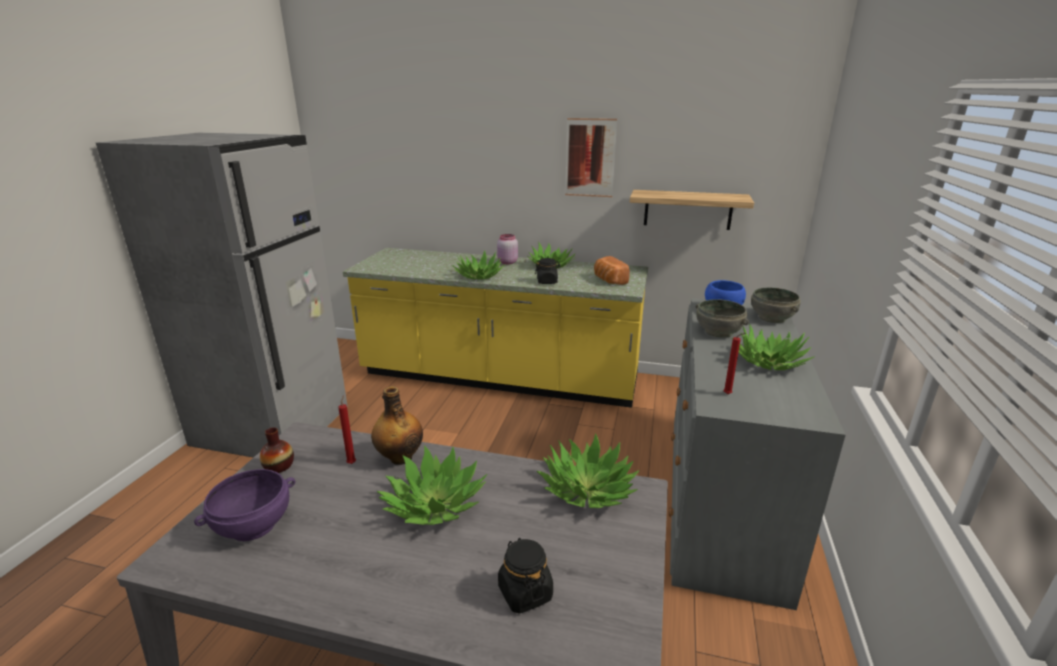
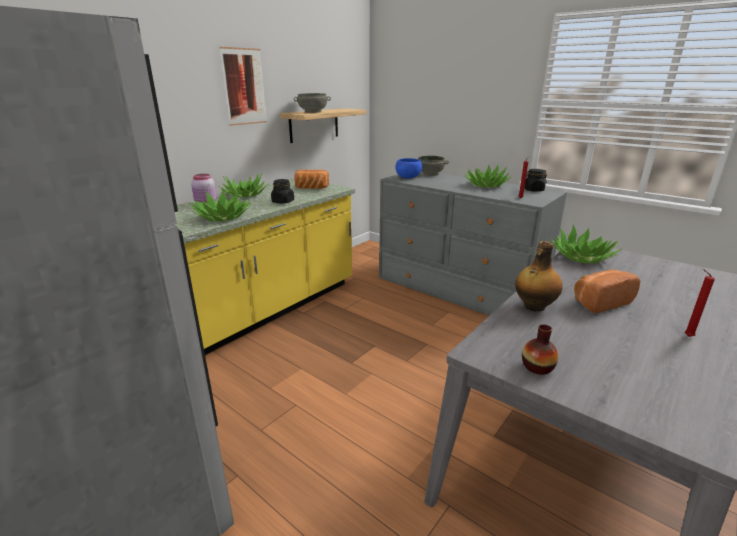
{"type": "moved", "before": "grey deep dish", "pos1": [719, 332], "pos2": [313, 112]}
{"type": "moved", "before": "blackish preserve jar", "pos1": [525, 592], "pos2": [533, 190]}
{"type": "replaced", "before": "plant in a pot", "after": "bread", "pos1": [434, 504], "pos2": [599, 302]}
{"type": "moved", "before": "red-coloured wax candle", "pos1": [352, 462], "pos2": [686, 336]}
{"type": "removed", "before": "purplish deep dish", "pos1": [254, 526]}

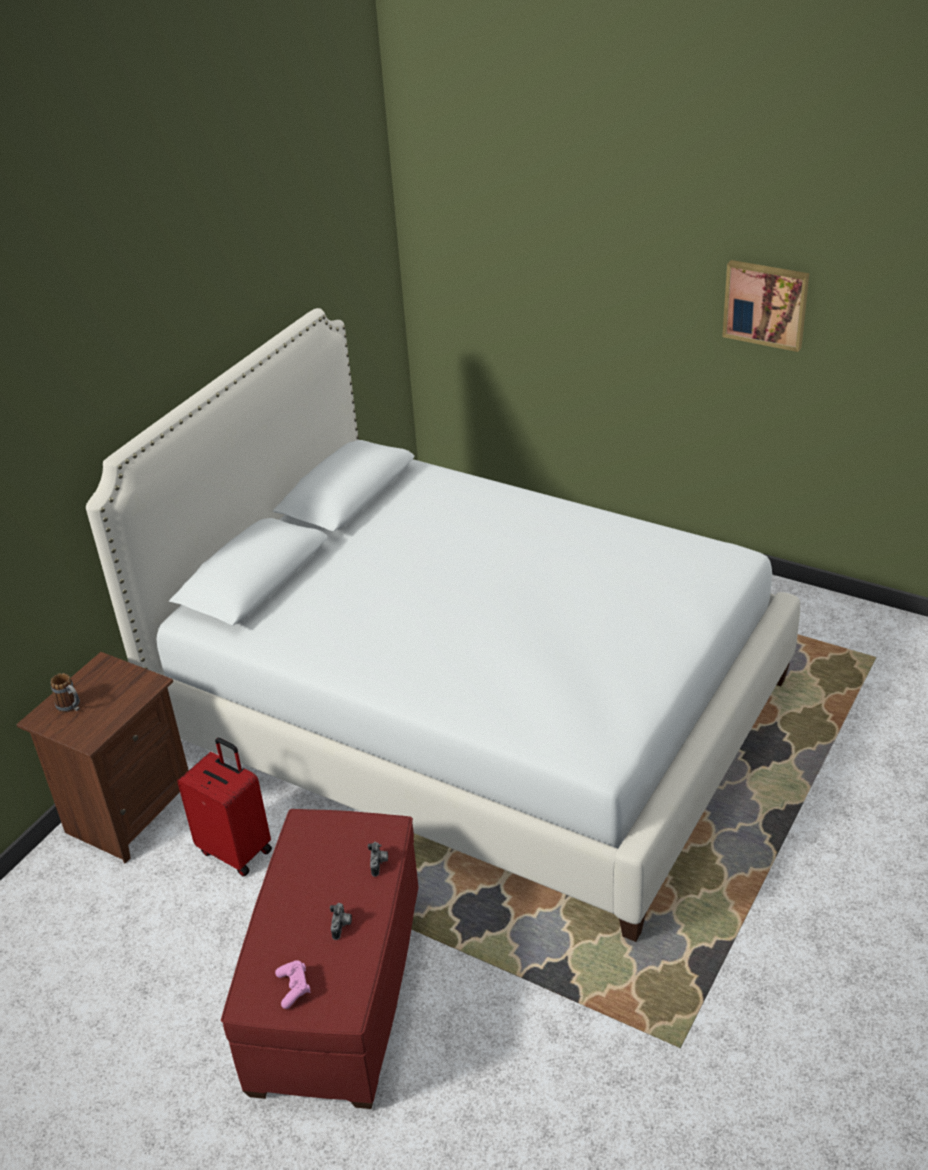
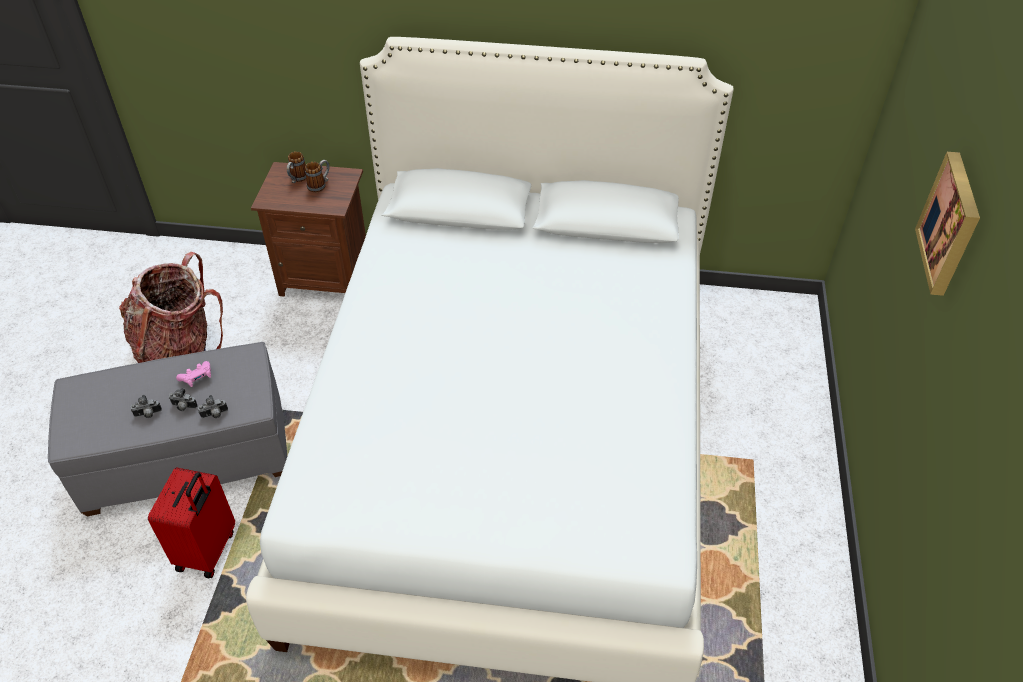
{"type": "recoloured", "before": "red-coloured pouffe", "after": "grey pouffe", "pos1": [338, 991], "pos2": [188, 458]}
{"type": "added", "after": "rucksack", "pos2": [180, 349]}
{"type": "moved", "before": "red-coloured travel case", "pos1": [237, 850], "pos2": [208, 550]}
{"type": "added", "after": "photo camera", "pos2": [183, 407]}
{"type": "moved", "before": "pink-coloured game controller", "pos1": [294, 988], "pos2": [197, 378]}
{"type": "added", "after": "mug", "pos2": [320, 185]}
{"type": "moved", "before": "picture", "pos1": [766, 304], "pos2": [951, 224]}

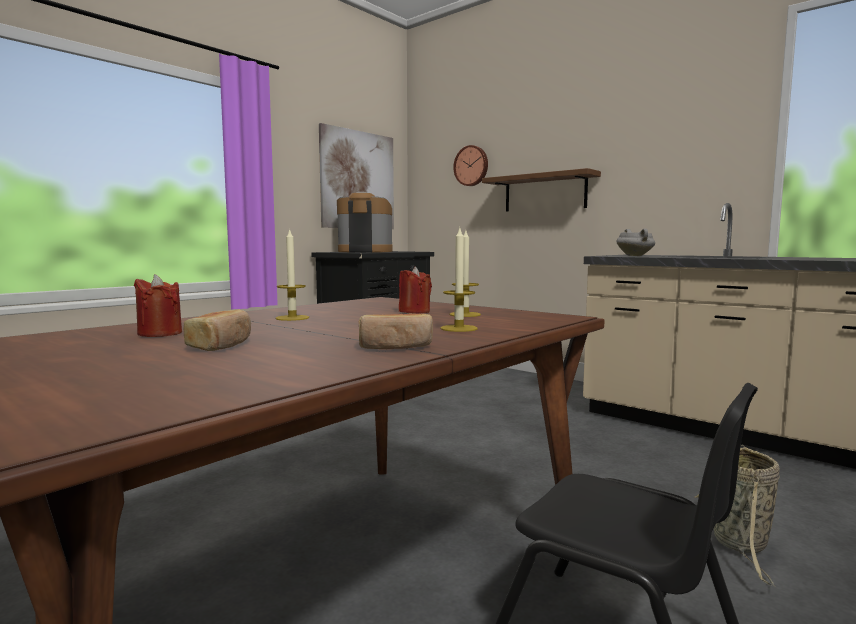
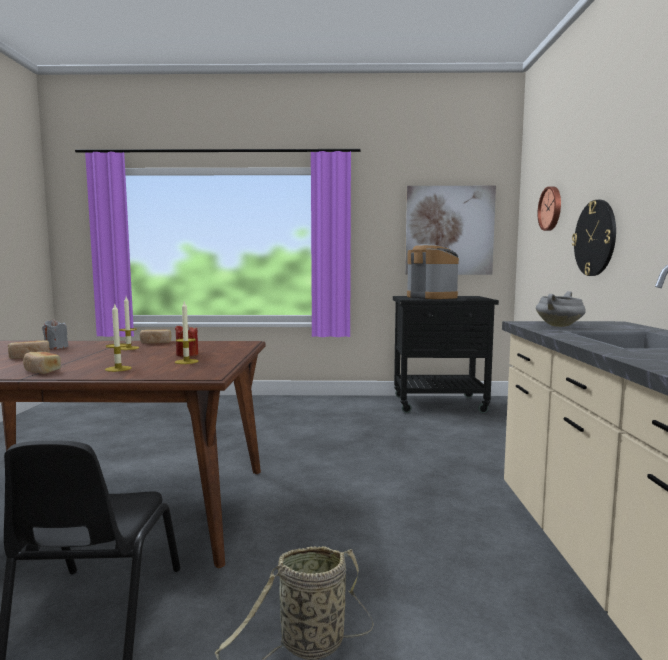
{"type": "recoloured", "before": "red-coloured wax candle", "after": "grey wax candle", "pos1": [160, 333], "pos2": [56, 347]}
{"type": "added", "after": "bread", "pos2": [156, 342]}
{"type": "replaced", "before": "brown wall shelf", "after": "hanging clock", "pos1": [545, 193], "pos2": [595, 238]}

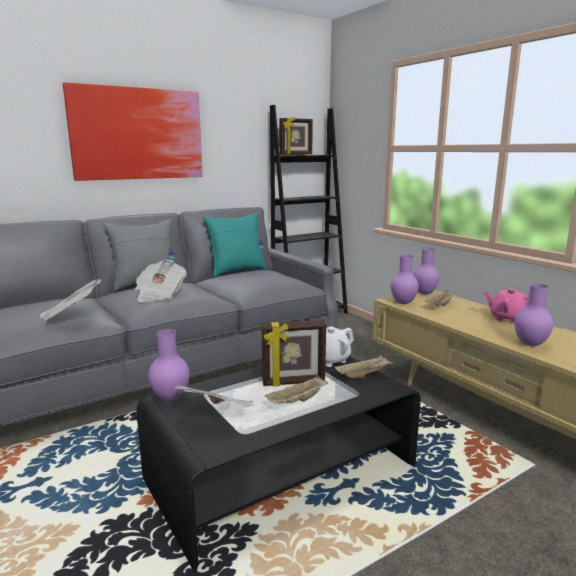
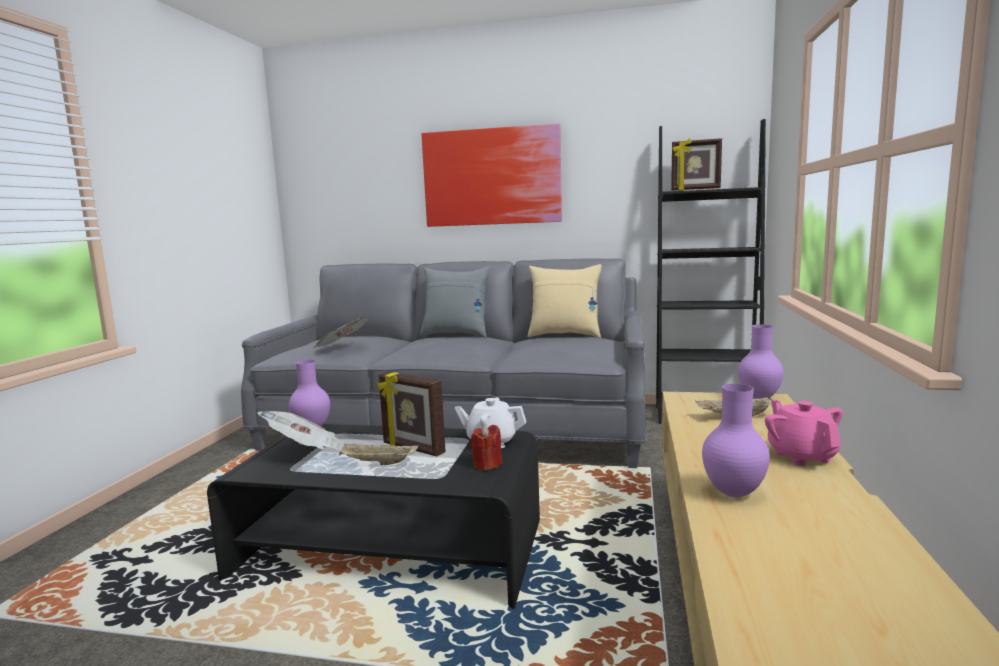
{"type": "replaced", "before": "beige carrying tray", "after": "red-coloured wax candle", "pos1": [364, 375], "pos2": [487, 464]}
{"type": "recoloured", "before": "turquoise-coloured throw pillow", "after": "beige throw pillow", "pos1": [236, 272], "pos2": [564, 335]}
{"type": "removed", "before": "newspaper", "pos1": [159, 295]}
{"type": "removed", "before": "purplish vase", "pos1": [403, 302]}

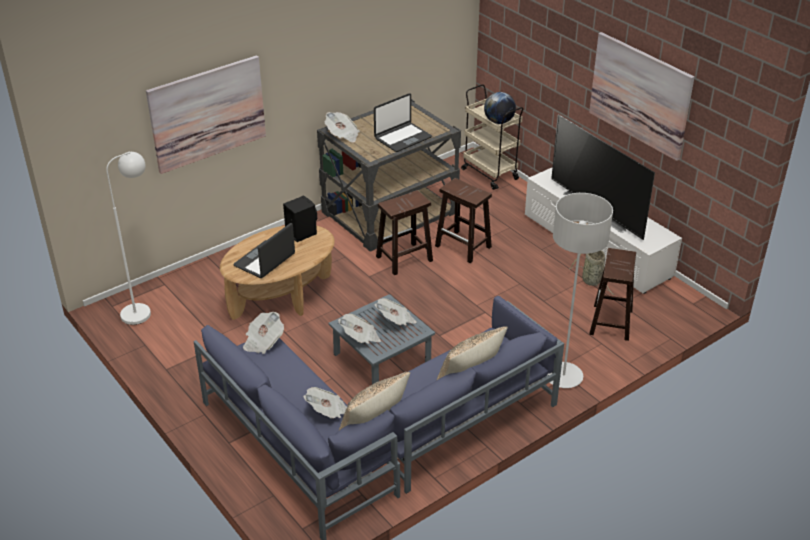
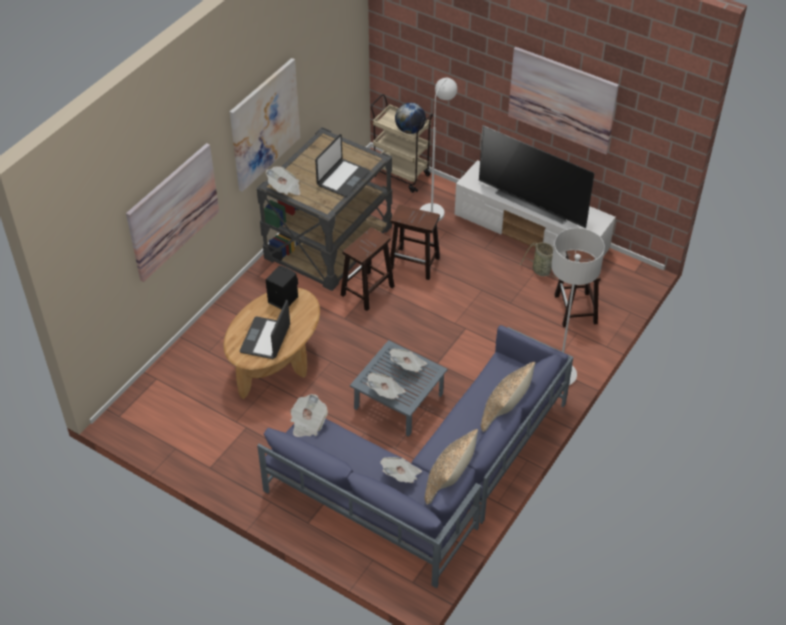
{"type": "added", "after": "picture", "pos2": [265, 124]}
{"type": "moved", "before": "white-coloured standing lamp", "pos1": [144, 311], "pos2": [435, 209]}

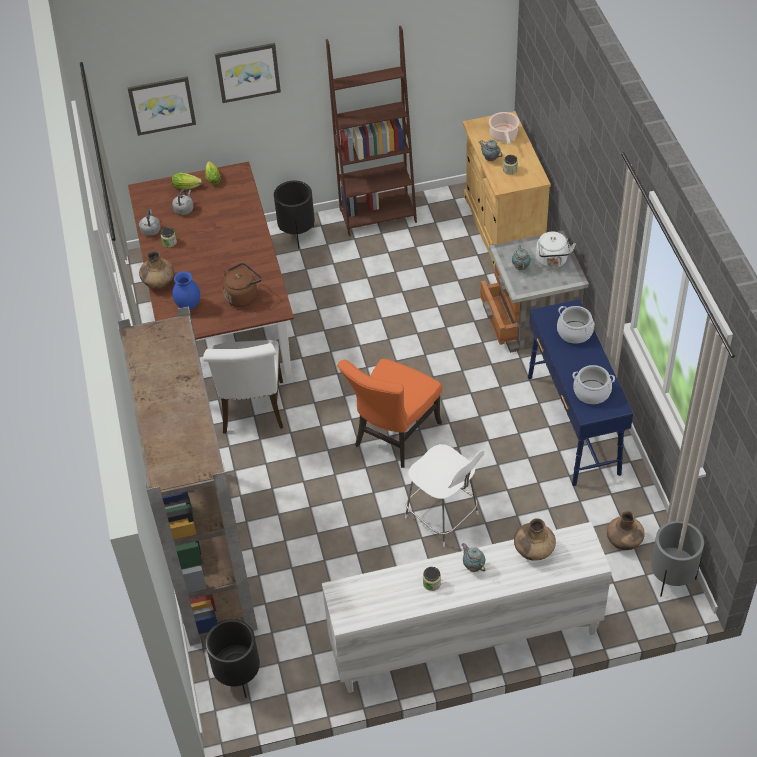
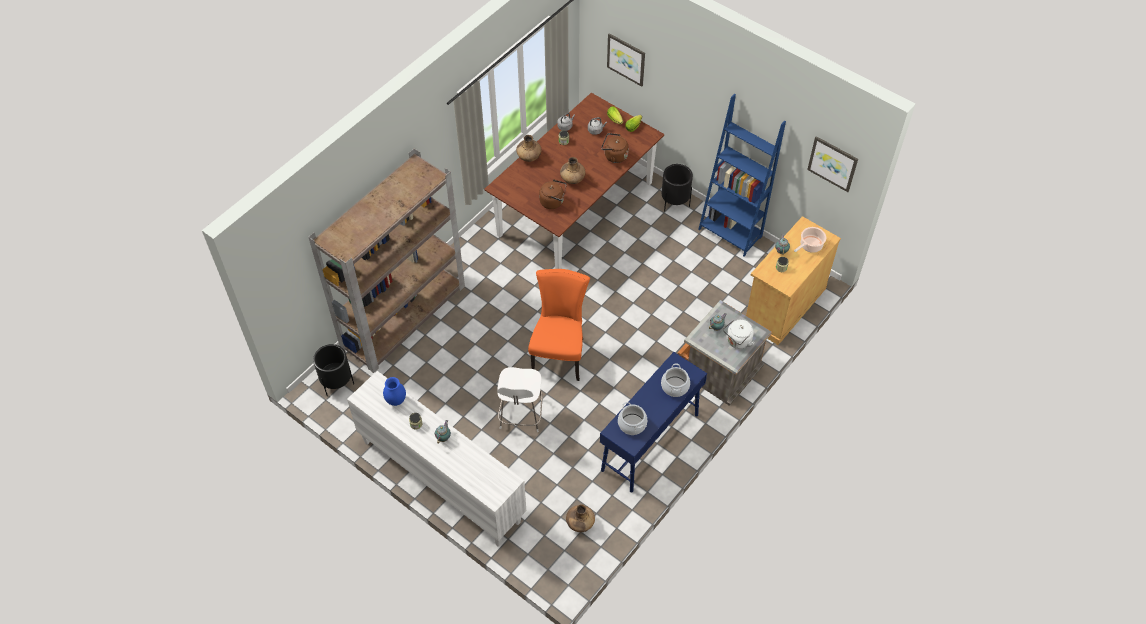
{"type": "moved", "before": "blue vase", "pos1": [189, 305], "pos2": [396, 400]}
{"type": "turned", "before": "orangey chair", "pos1": [393, 437], "pos2": [559, 353], "turn": 105}
{"type": "moved", "before": "brown vase", "pos1": [533, 550], "pos2": [572, 179]}
{"type": "added", "after": "brown water kettle", "pos2": [614, 156]}
{"type": "recoloured", "before": "brown shelving unit", "after": "blue shelving unit", "pos1": [377, 215], "pos2": [730, 233]}
{"type": "moved", "before": "picture", "pos1": [248, 72], "pos2": [833, 163]}
{"type": "removed", "before": "white-coloured chair", "pos1": [252, 411]}
{"type": "removed", "before": "grey flower pot", "pos1": [671, 578]}

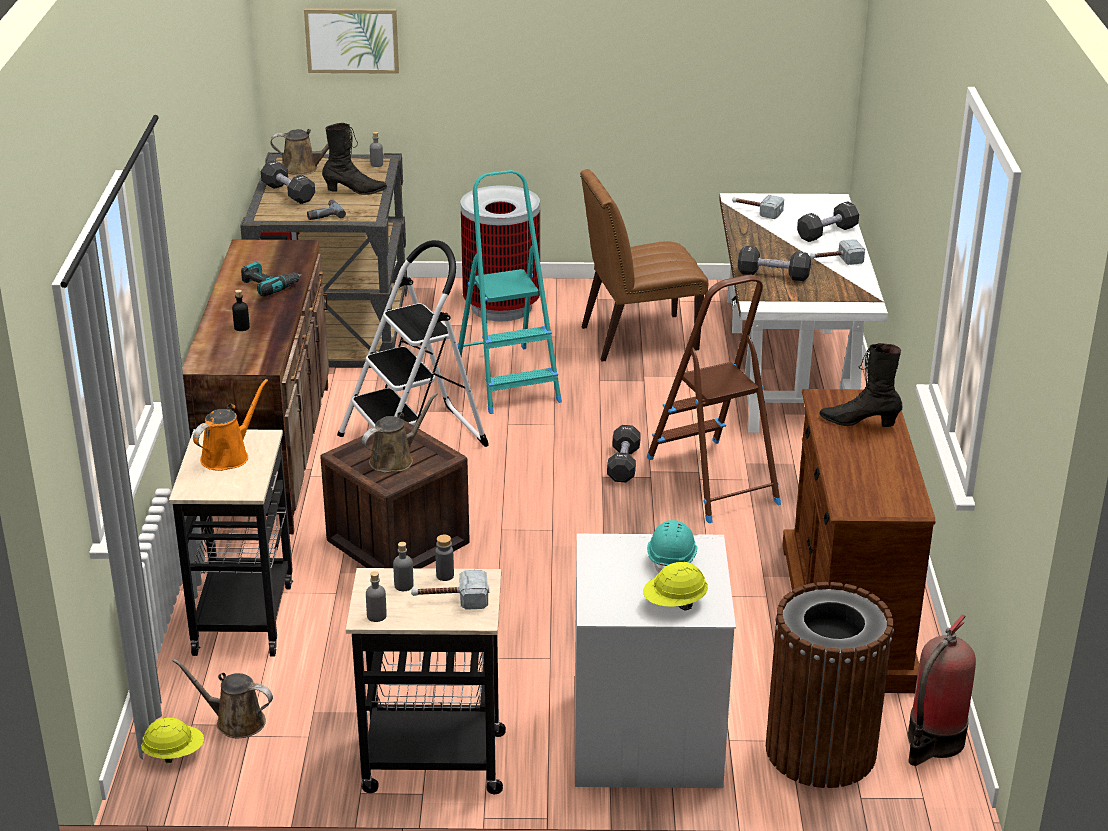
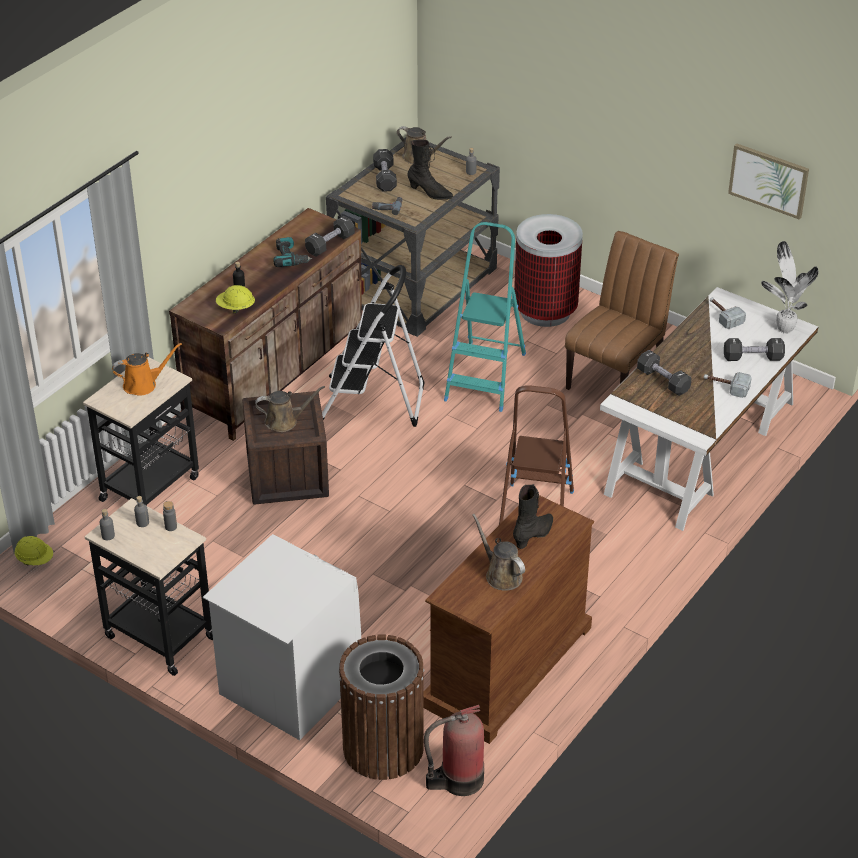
{"type": "moved", "before": "yellow hard hat", "pos1": [674, 603], "pos2": [235, 308]}
{"type": "moved", "before": "blackish free weight", "pos1": [623, 464], "pos2": [330, 244]}
{"type": "moved", "before": "brown watering can", "pos1": [235, 721], "pos2": [501, 575]}
{"type": "turned", "before": "blackish high-top boot", "pos1": [859, 422], "pos2": [534, 535], "turn": 75}
{"type": "turned", "before": "brown chair", "pos1": [640, 338], "pos2": [615, 379], "turn": 105}
{"type": "moved", "before": "picture", "pos1": [352, 40], "pos2": [769, 180]}
{"type": "added", "after": "plant in a pot", "pos2": [784, 328]}
{"type": "removed", "before": "hand hammer", "pos1": [450, 600]}
{"type": "removed", "before": "turquoise-coloured hard hat", "pos1": [672, 559]}

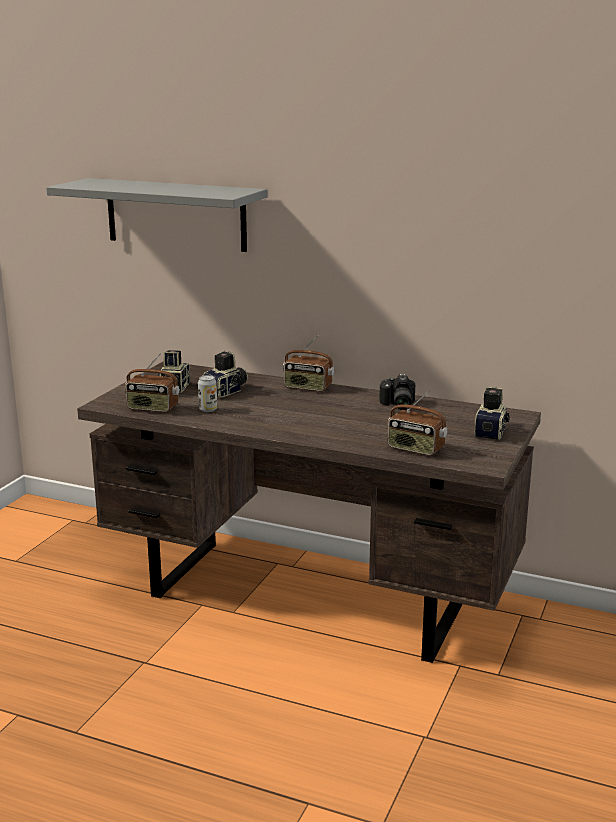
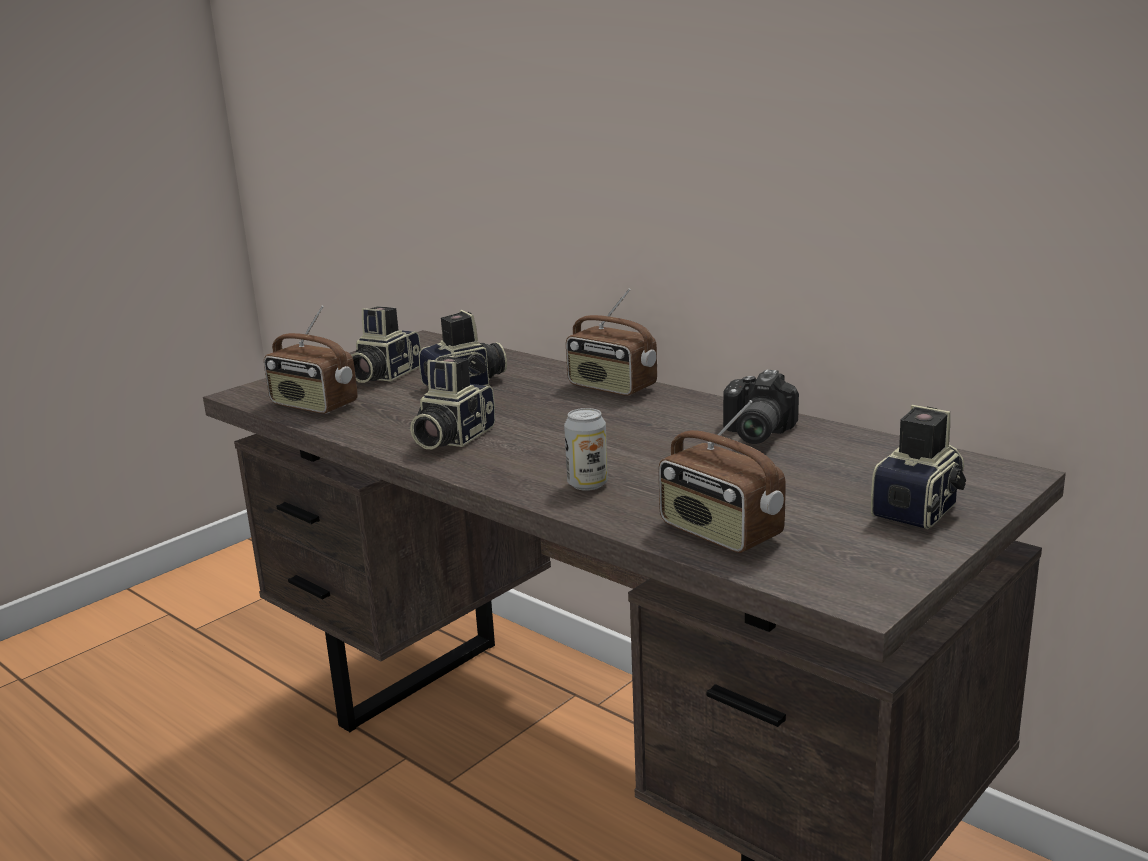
{"type": "added", "after": "photo camera", "pos2": [451, 438]}
{"type": "moved", "before": "sealed can", "pos1": [208, 409], "pos2": [587, 484]}
{"type": "removed", "before": "grey wall shelf", "pos1": [175, 214]}

